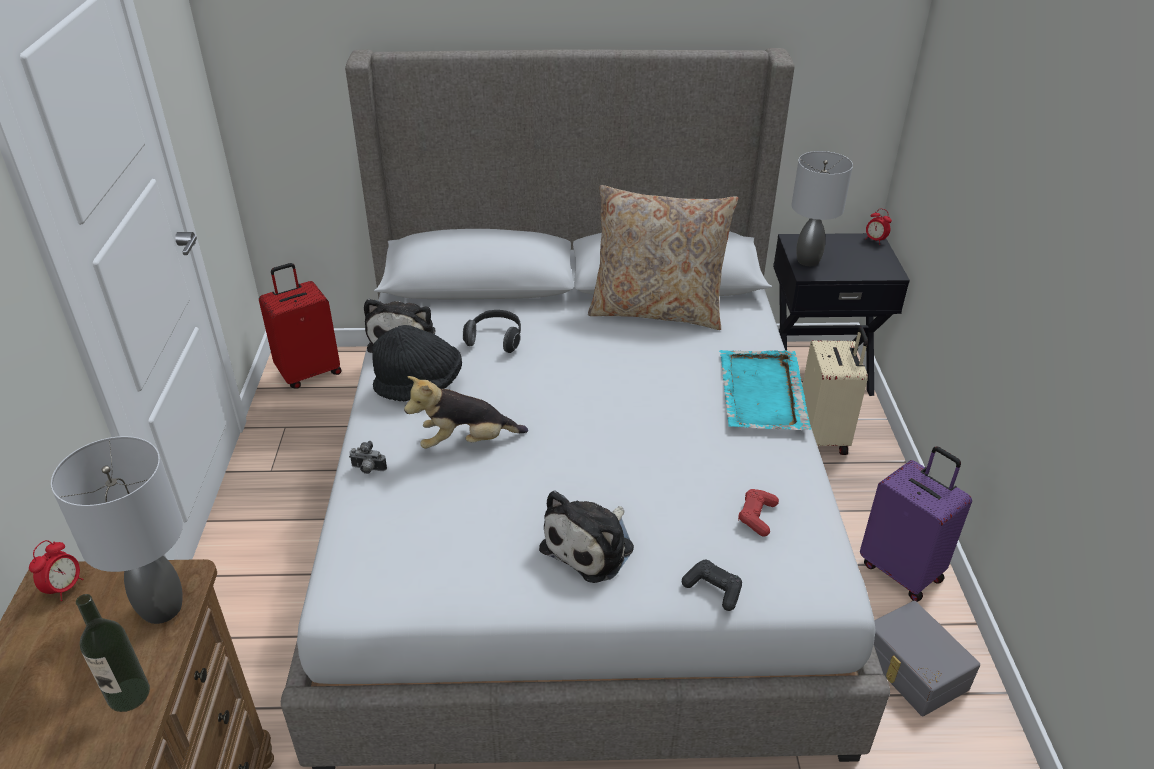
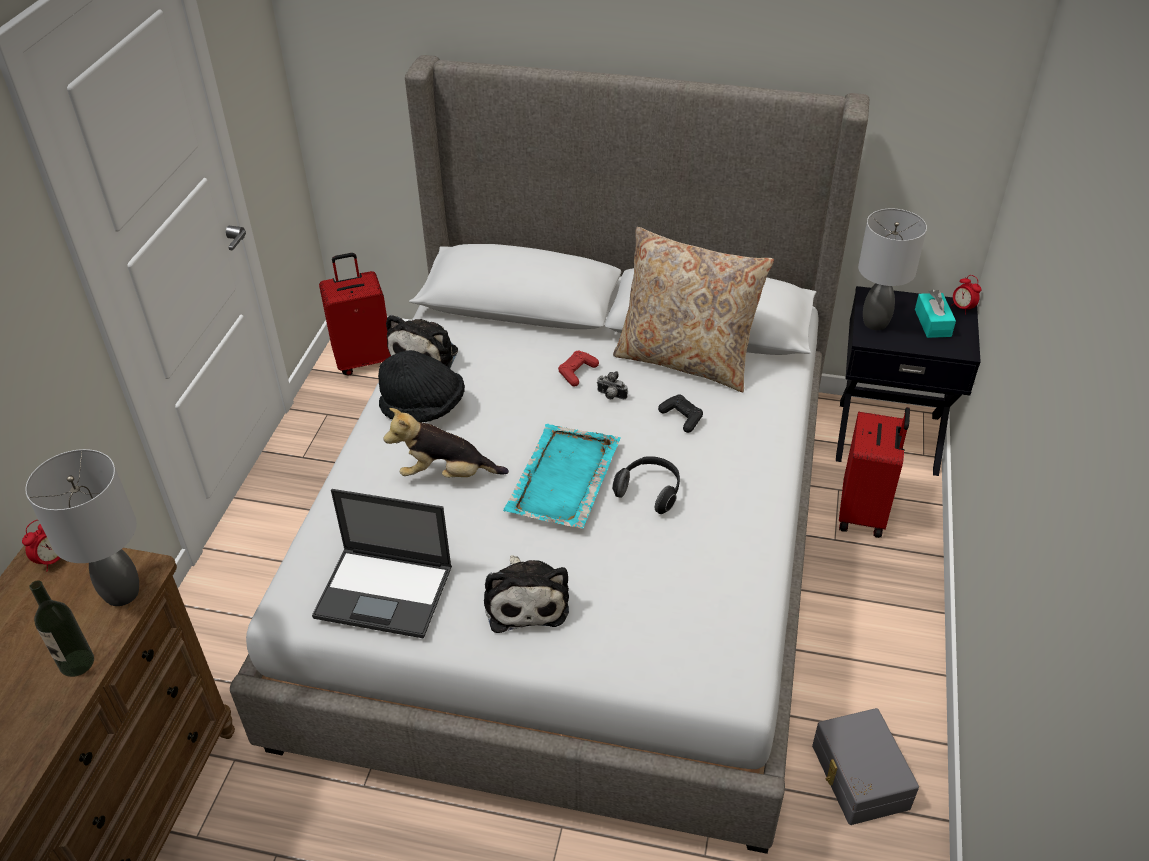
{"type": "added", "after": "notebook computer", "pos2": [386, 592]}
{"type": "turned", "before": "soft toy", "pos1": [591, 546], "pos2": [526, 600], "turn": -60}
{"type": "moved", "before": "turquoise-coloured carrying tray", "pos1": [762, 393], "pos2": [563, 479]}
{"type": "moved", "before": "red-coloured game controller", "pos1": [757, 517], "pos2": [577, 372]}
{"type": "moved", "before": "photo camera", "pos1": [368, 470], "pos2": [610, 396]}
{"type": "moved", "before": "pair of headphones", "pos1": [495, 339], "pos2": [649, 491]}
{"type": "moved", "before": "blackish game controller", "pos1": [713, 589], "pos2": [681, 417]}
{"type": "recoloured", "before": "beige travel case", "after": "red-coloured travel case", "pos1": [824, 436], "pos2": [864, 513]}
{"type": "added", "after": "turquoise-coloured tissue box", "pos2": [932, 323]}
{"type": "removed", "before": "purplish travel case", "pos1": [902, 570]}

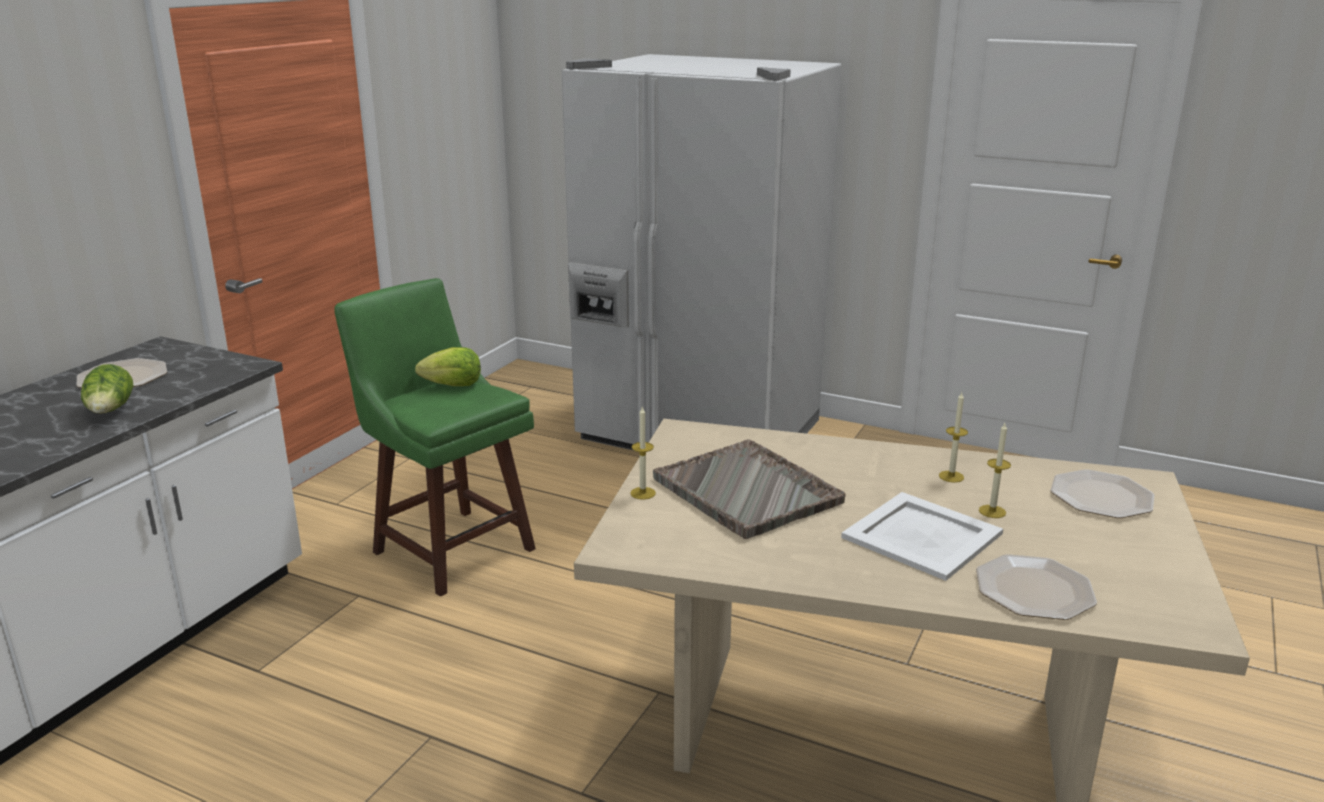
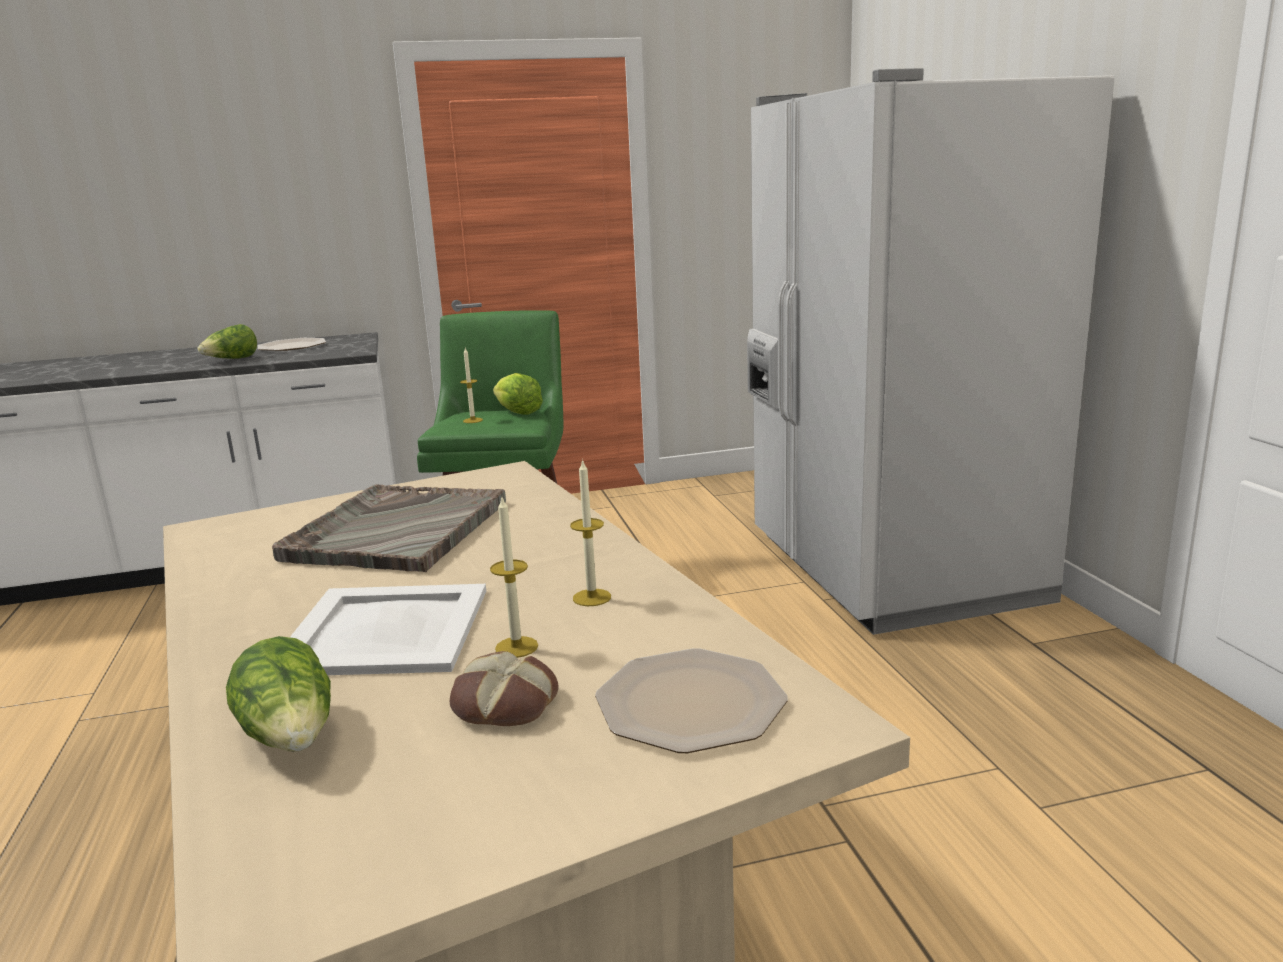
{"type": "replaced", "before": "plate", "after": "head of lettuce", "pos1": [1033, 589], "pos2": [292, 736]}
{"type": "added", "after": "bread", "pos2": [503, 705]}
{"type": "moved", "before": "wax candle", "pos1": [643, 493], "pos2": [472, 420]}

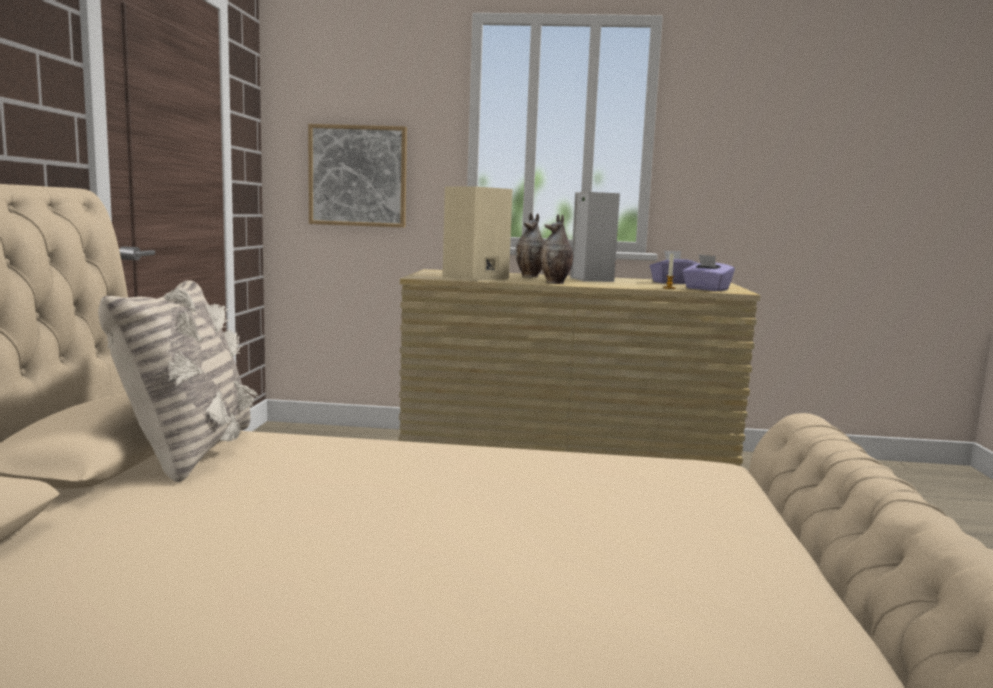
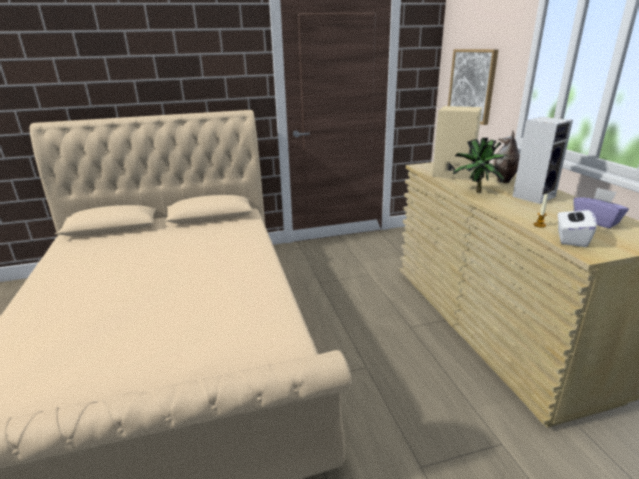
{"type": "replaced", "before": "vase", "after": "plant in a pot", "pos1": [556, 283], "pos2": [476, 192]}
{"type": "recoloured", "before": "purplish tissue box", "after": "white-coloured tissue box", "pos1": [706, 289], "pos2": [571, 238]}
{"type": "removed", "before": "beige throw pillow", "pos1": [192, 452]}

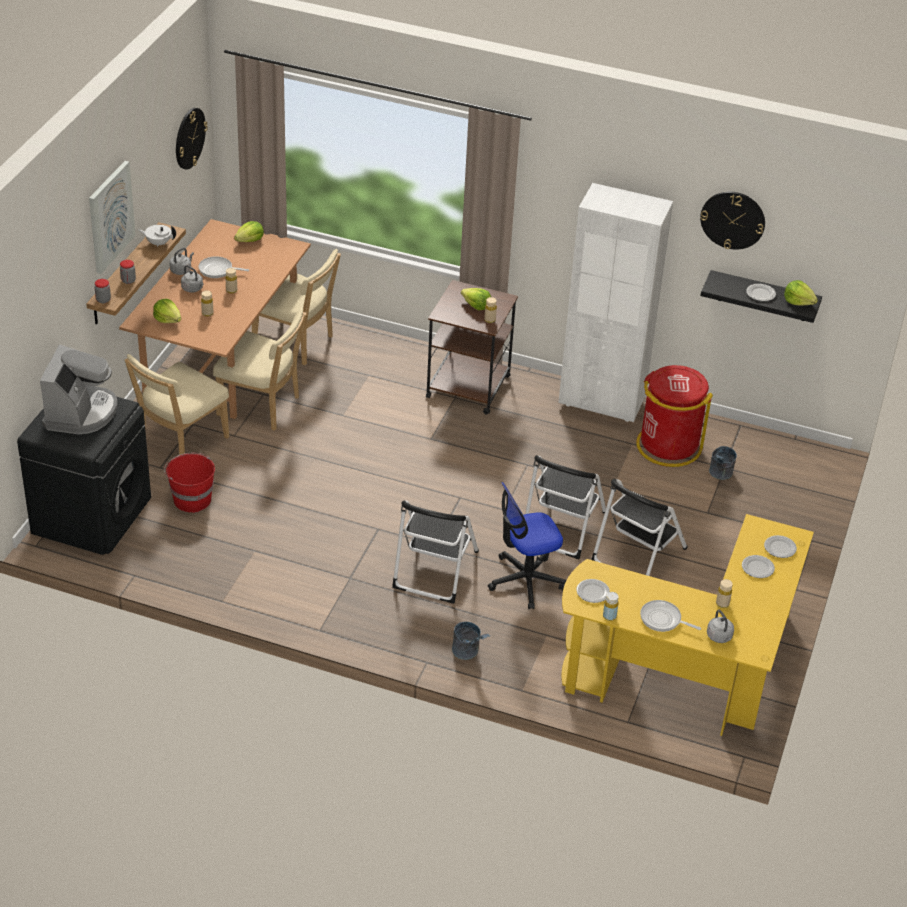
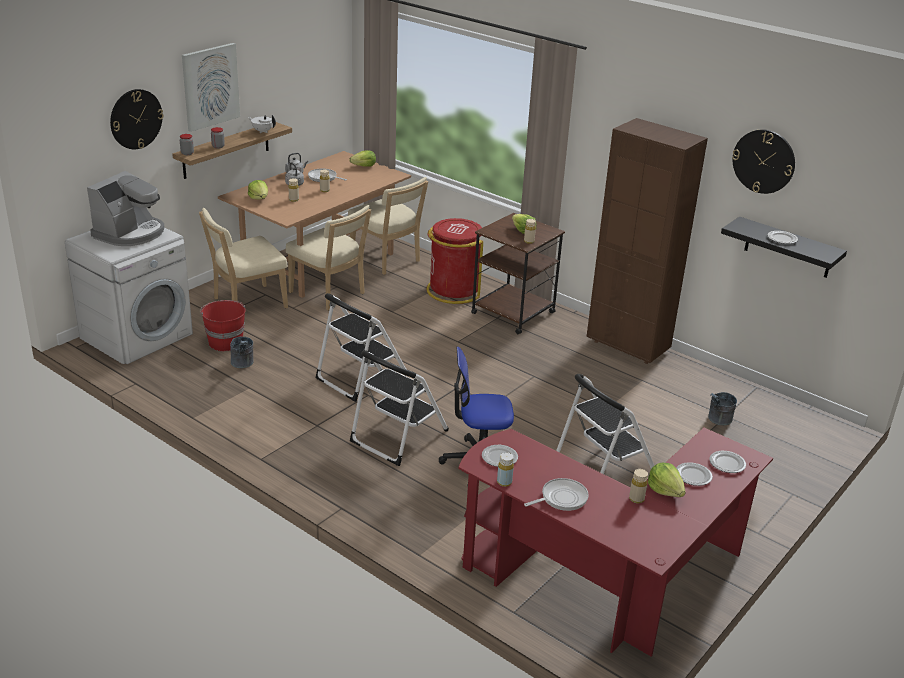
{"type": "recoloured", "before": "blackish washing machine", "after": "white-coloured washing machine", "pos1": [94, 514], "pos2": [140, 336]}
{"type": "moved", "before": "hanging clock", "pos1": [189, 138], "pos2": [136, 119]}
{"type": "moved", "before": "grey bucket", "pos1": [468, 653], "pos2": [243, 364]}
{"type": "moved", "before": "step ladder", "pos1": [561, 528], "pos2": [359, 377]}
{"type": "moved", "before": "red-coloured rubbish bin", "pos1": [668, 446], "pos2": [453, 290]}
{"type": "recoloured", "before": "yellow desk", "after": "red-coloured desk", "pos1": [692, 672], "pos2": [608, 583]}
{"type": "turned", "before": "pan", "pos1": [663, 619], "pos2": [561, 498], "turn": 105}
{"type": "recoloured", "before": "white-coloured storage cabinet", "after": "brown storage cabinet", "pos1": [601, 405], "pos2": [627, 347]}
{"type": "moved", "before": "head of lettuce", "pos1": [798, 301], "pos2": [665, 490]}
{"type": "removed", "before": "grey water kettle", "pos1": [720, 637]}

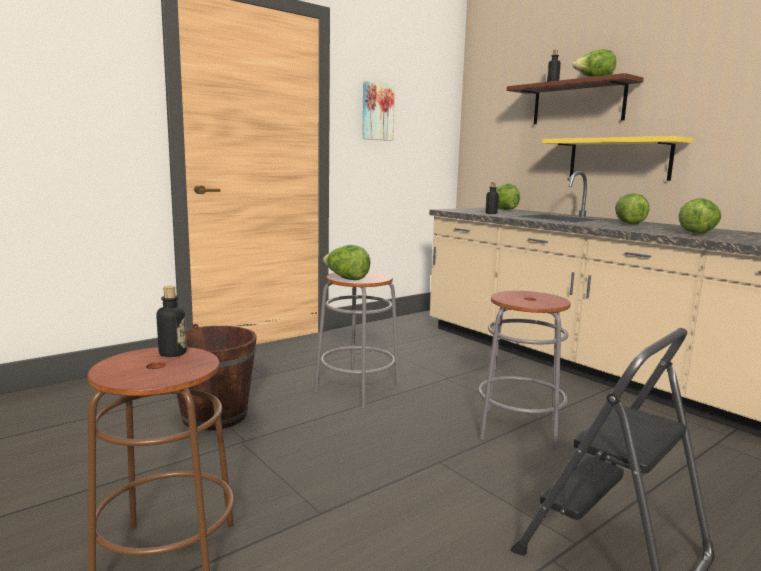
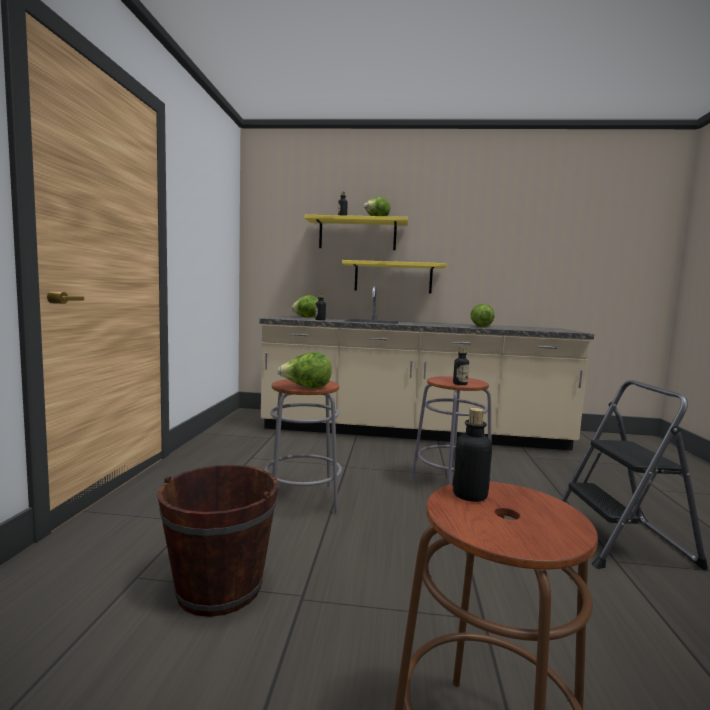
{"type": "recoloured", "before": "brown wall shelf", "after": "yellow wall shelf", "pos1": [578, 103], "pos2": [357, 234]}
{"type": "added", "after": "beverage bottle", "pos2": [460, 384]}
{"type": "removed", "before": "picture", "pos1": [376, 111]}
{"type": "removed", "before": "head of lettuce", "pos1": [628, 223]}

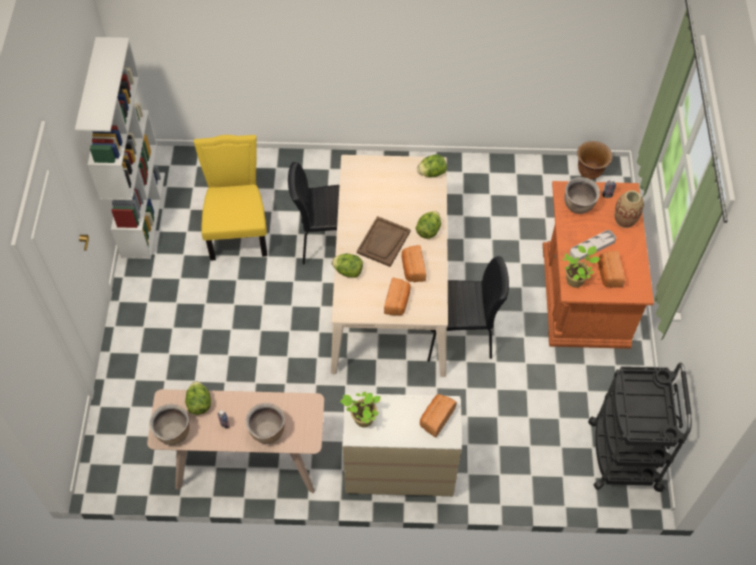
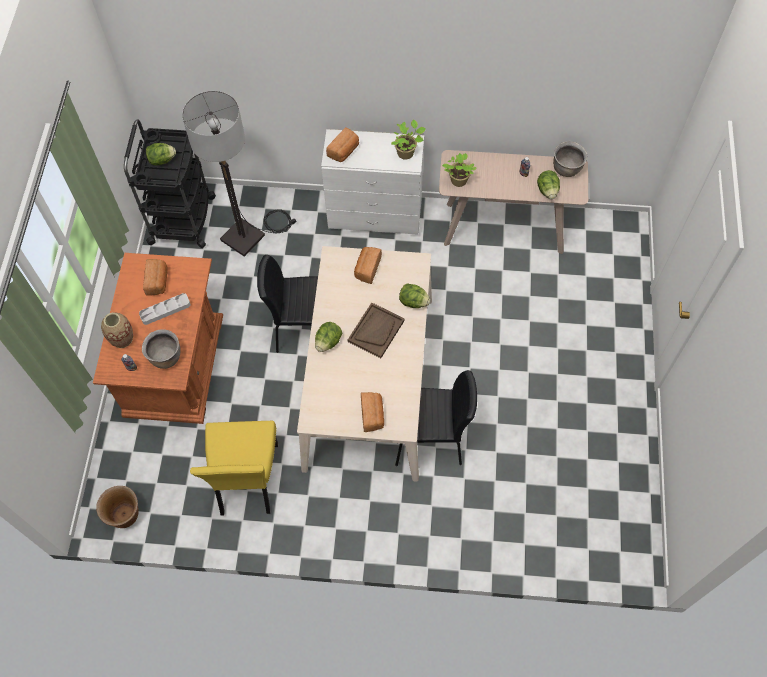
{"type": "moved", "before": "head of lettuce", "pos1": [432, 173], "pos2": [162, 160]}
{"type": "added", "after": "standing lamp", "pos2": [253, 233]}
{"type": "moved", "before": "yellow chair", "pos1": [238, 232], "pos2": [246, 476]}
{"type": "moved", "before": "bread", "pos1": [412, 269], "pos2": [372, 415]}
{"type": "moved", "before": "plant in a pot", "pos1": [575, 279], "pos2": [458, 181]}
{"type": "removed", "before": "white-coloured shelving unit", "pos1": [143, 214]}
{"type": "removed", "before": "brown stockpot", "pos1": [267, 432]}

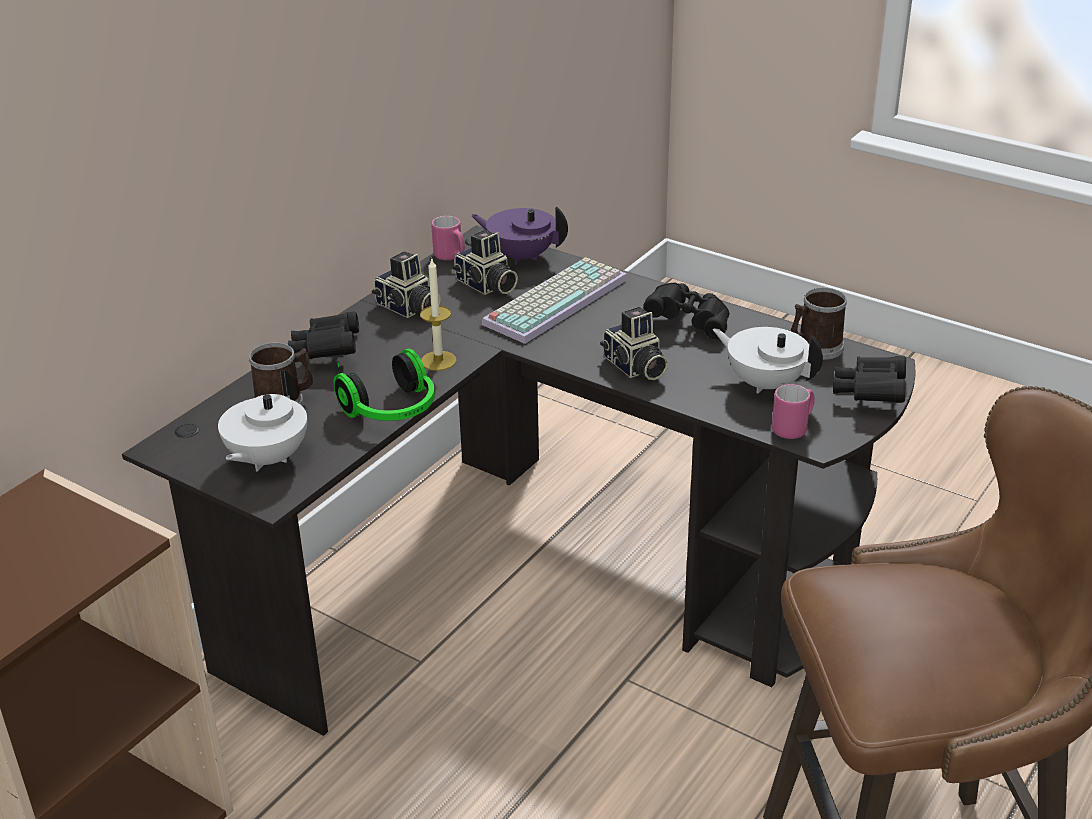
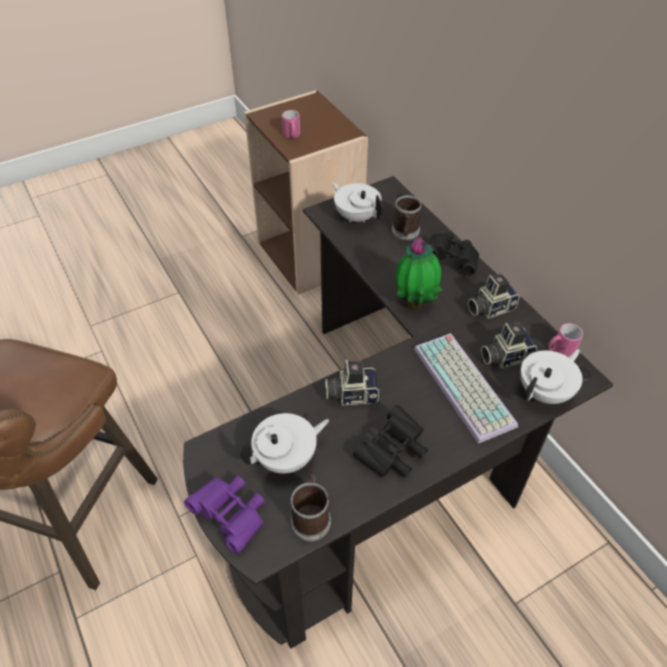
{"type": "recoloured", "before": "blackish binoculars", "after": "purplish binoculars", "pos1": [869, 394], "pos2": [231, 516]}
{"type": "moved", "before": "pink-coloured mug", "pos1": [793, 428], "pos2": [292, 136]}
{"type": "replaced", "before": "wax candle", "after": "plant in a pot", "pos1": [438, 361], "pos2": [415, 302]}
{"type": "recoloured", "before": "purplish pot for tea", "after": "white-coloured pot for tea", "pos1": [521, 256], "pos2": [545, 392]}
{"type": "removed", "before": "pair of headphones", "pos1": [393, 411]}

